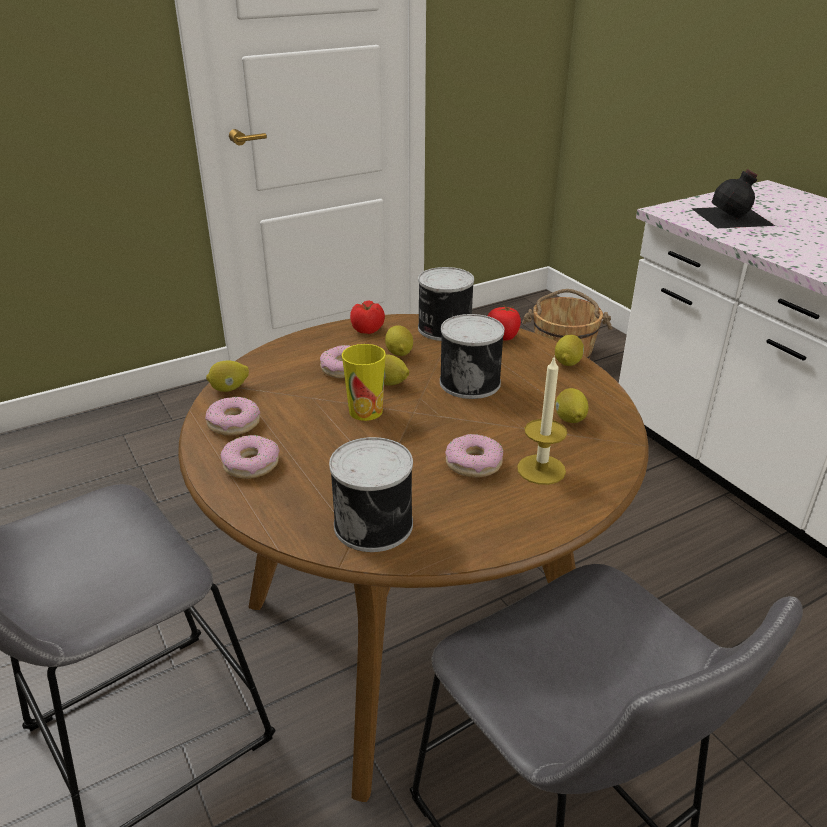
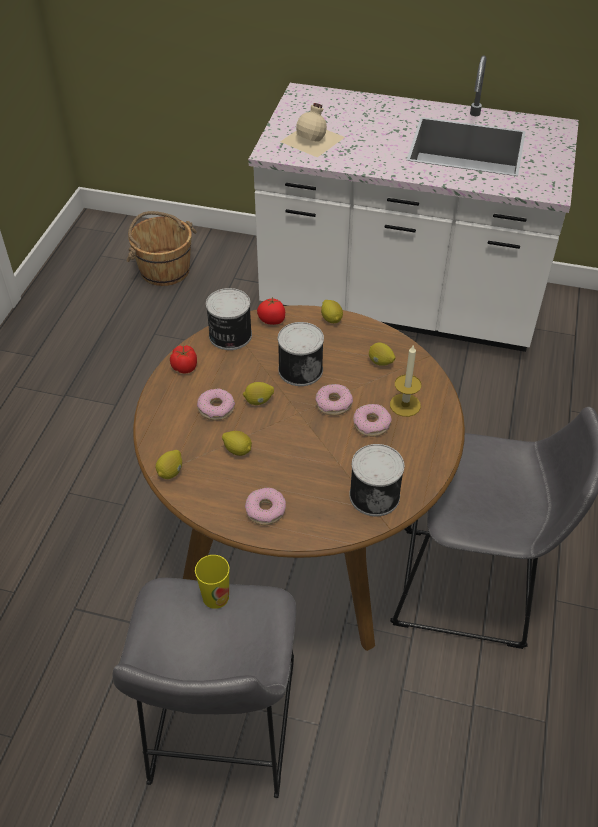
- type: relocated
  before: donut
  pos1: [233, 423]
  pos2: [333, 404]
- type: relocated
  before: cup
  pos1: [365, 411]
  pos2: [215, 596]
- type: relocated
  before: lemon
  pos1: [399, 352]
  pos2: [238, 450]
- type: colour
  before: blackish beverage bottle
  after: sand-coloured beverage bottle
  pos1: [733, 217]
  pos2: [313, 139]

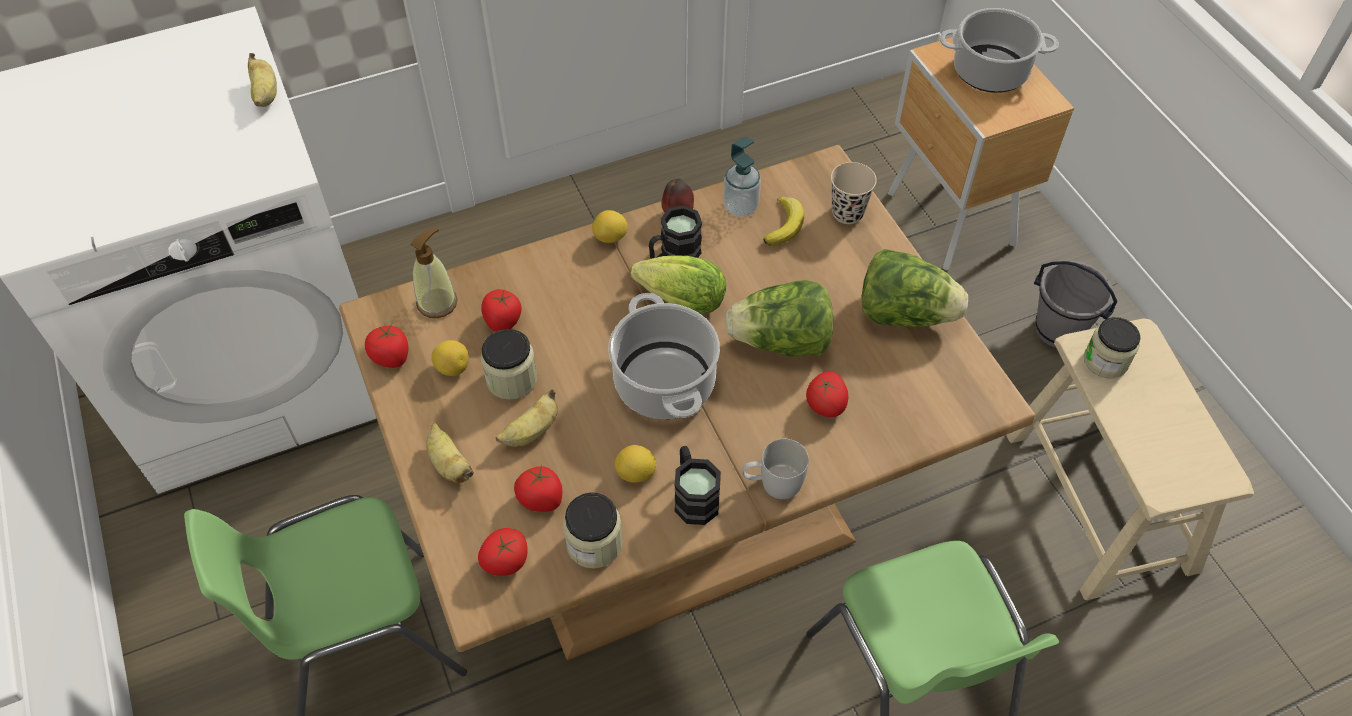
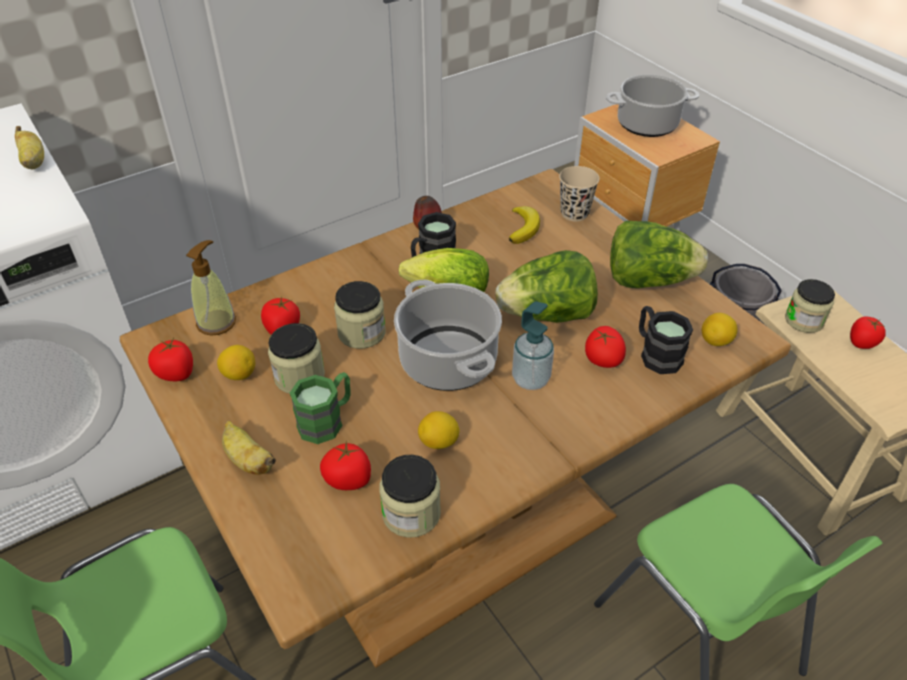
- type: missing
  before: white-coloured coffee mug
  pos1: [772, 483]
- type: appeared
  after: storage jar
  pos2: [361, 333]
- type: relocated
  before: whole tomato
  pos1: [505, 562]
  pos2: [861, 342]
- type: relocated
  before: lemon
  pos1: [610, 237]
  pos2: [716, 341]
- type: relocated
  before: blackish coffee mug
  pos1: [693, 495]
  pos2: [656, 353]
- type: relocated
  before: liquid soap bottle
  pos1: [740, 207]
  pos2: [530, 379]
- type: exchanged
  before: banana
  after: greenish coffee mug
  pos1: [531, 432]
  pos2: [327, 420]

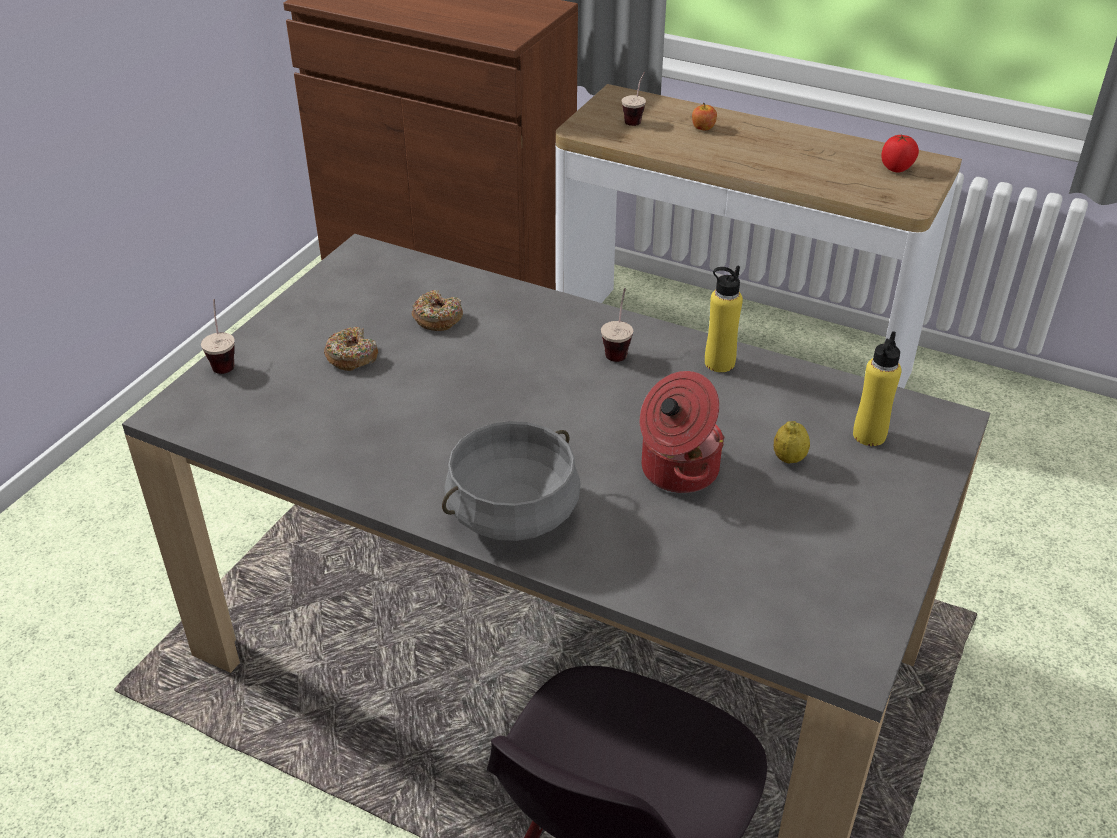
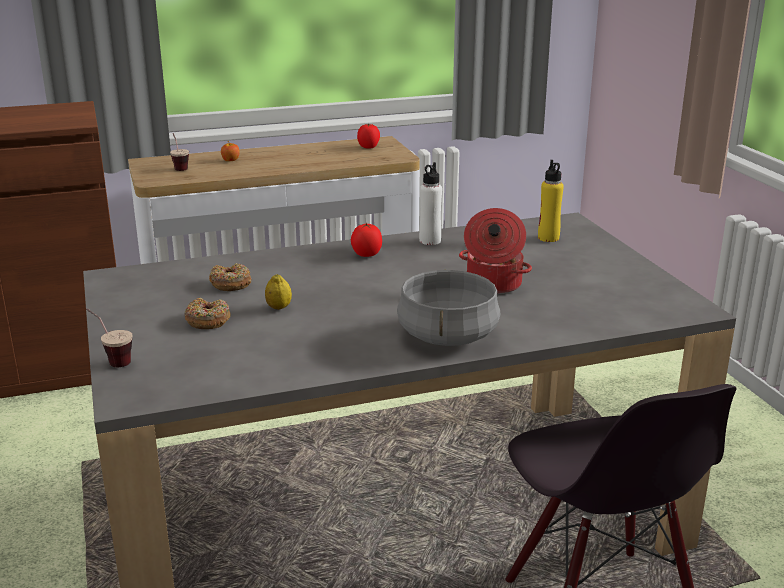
- type: relocated
  before: lemon
  pos1: [789, 458]
  pos2: [279, 308]
- type: exchanged
  before: cup
  after: whole tomato
  pos1: [618, 348]
  pos2: [366, 255]
- type: colour
  before: yellowish beverage bottle
  after: white-coloured beverage bottle
  pos1: [719, 363]
  pos2: [430, 241]

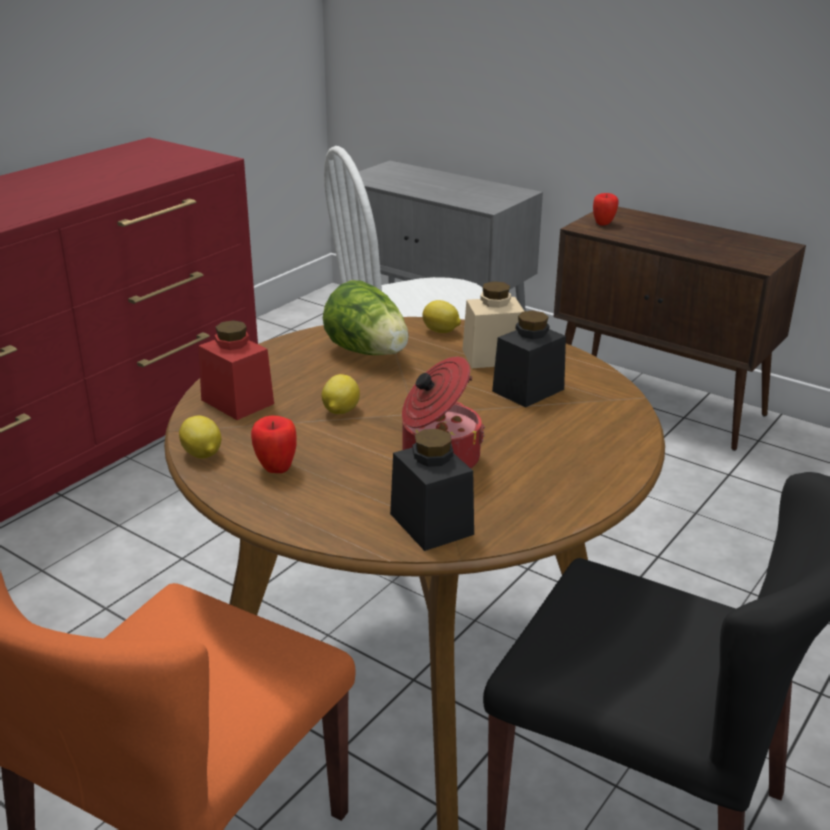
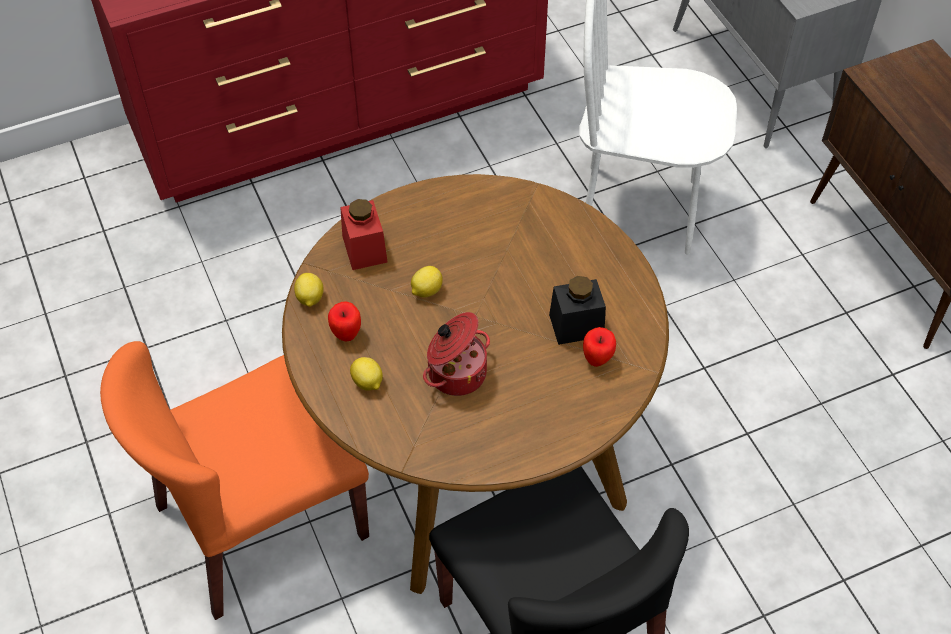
- type: missing
  before: lettuce head
  pos1: [368, 352]
- type: missing
  before: blackish storage jar
  pos1: [431, 524]
- type: missing
  before: sand-coloured storage jar
  pos1: [493, 357]
- type: relocated
  before: lemon
  pos1: [441, 331]
  pos2: [367, 383]
- type: relocated
  before: whole apple
  pos1: [603, 224]
  pos2: [597, 360]

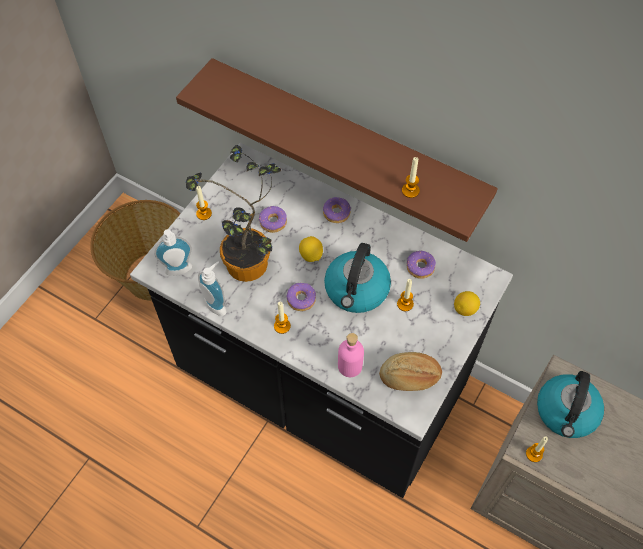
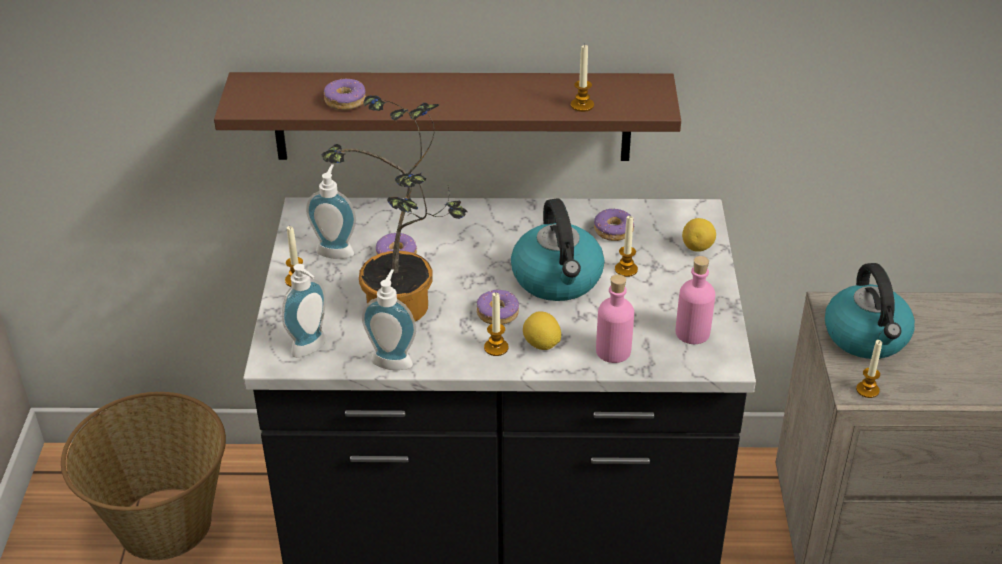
- type: appeared
  after: liquid soap bottle
  pos2: [336, 250]
- type: relocated
  before: lemon
  pos1: [311, 255]
  pos2: [541, 344]
- type: relocated
  before: donut
  pos1: [336, 213]
  pos2: [345, 101]
- type: exchanged
  before: bread
  after: pink beverage bottle
  pos1: [410, 378]
  pos2: [692, 333]

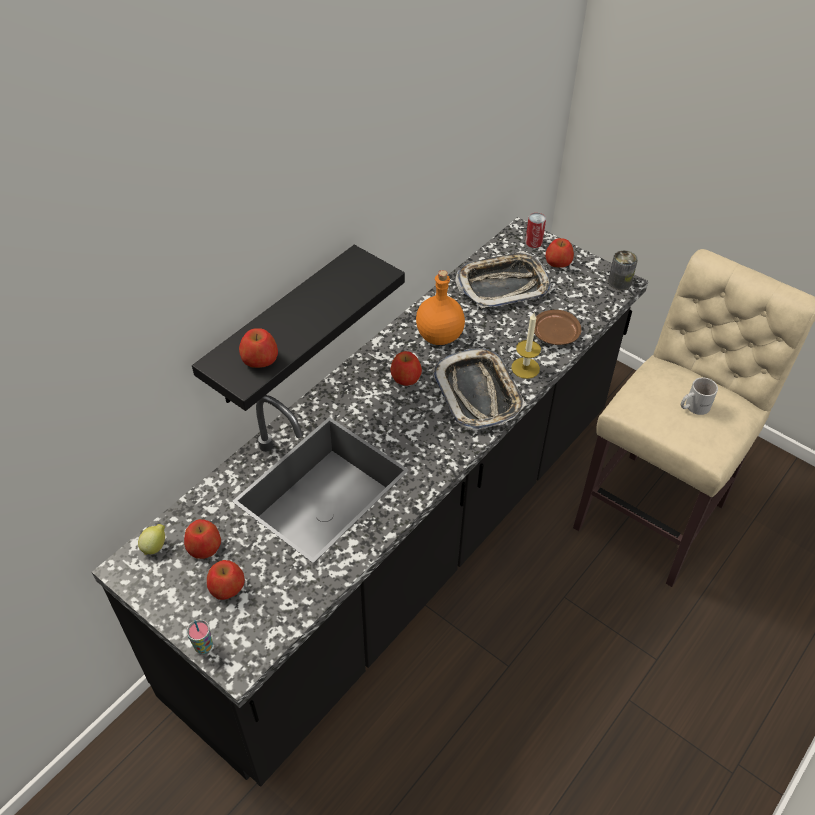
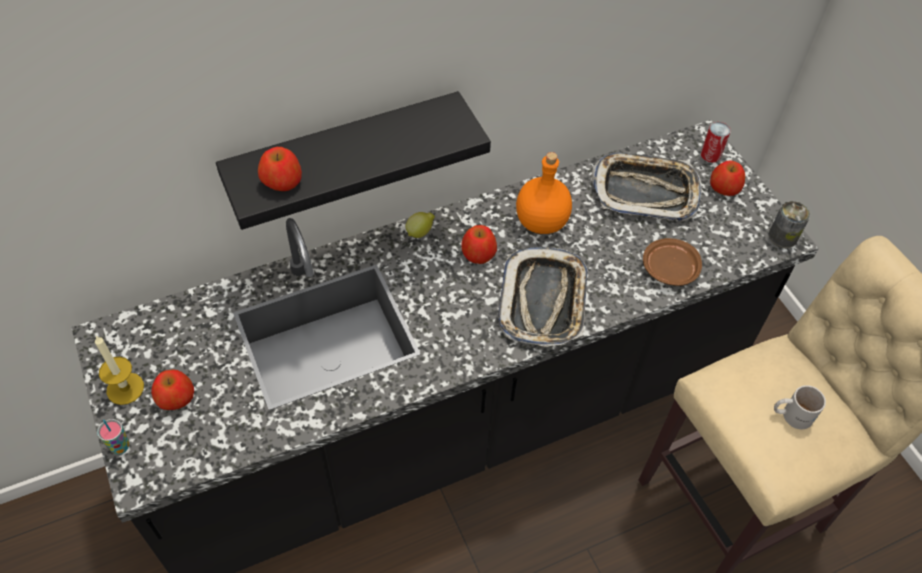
- type: missing
  before: whole apple
  pos1: [204, 547]
- type: relocated
  before: lemon
  pos1: [155, 546]
  pos2: [420, 232]
- type: relocated
  before: candle
  pos1: [525, 368]
  pos2: [125, 388]

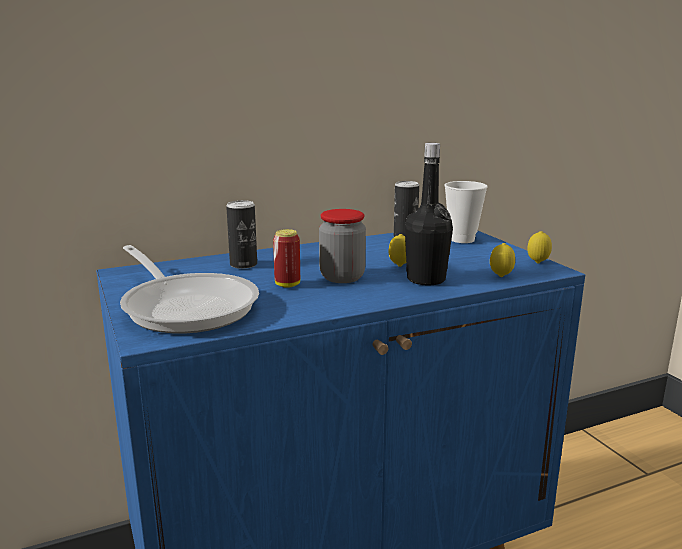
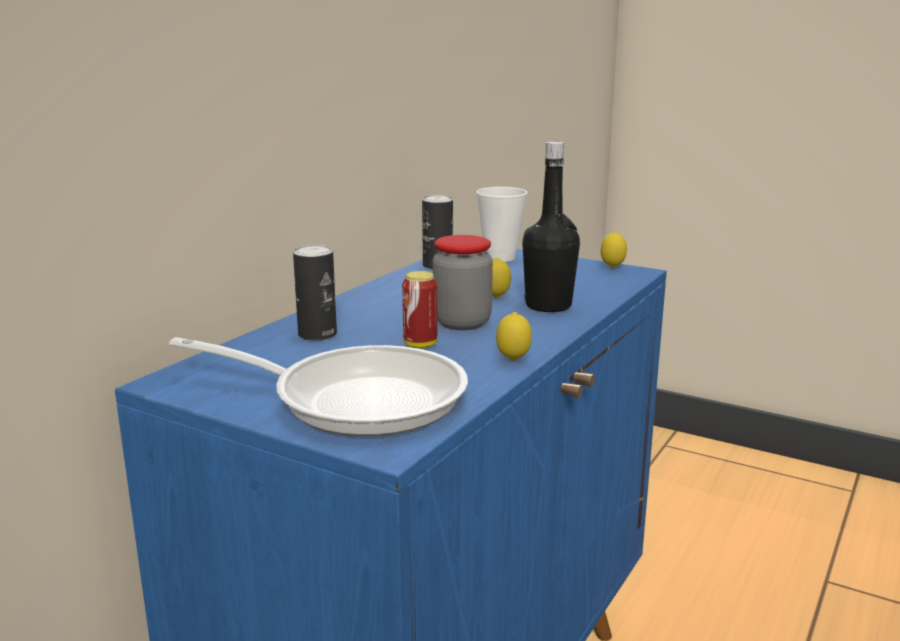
- type: relocated
  before: lemon
  pos1: [501, 277]
  pos2: [513, 360]

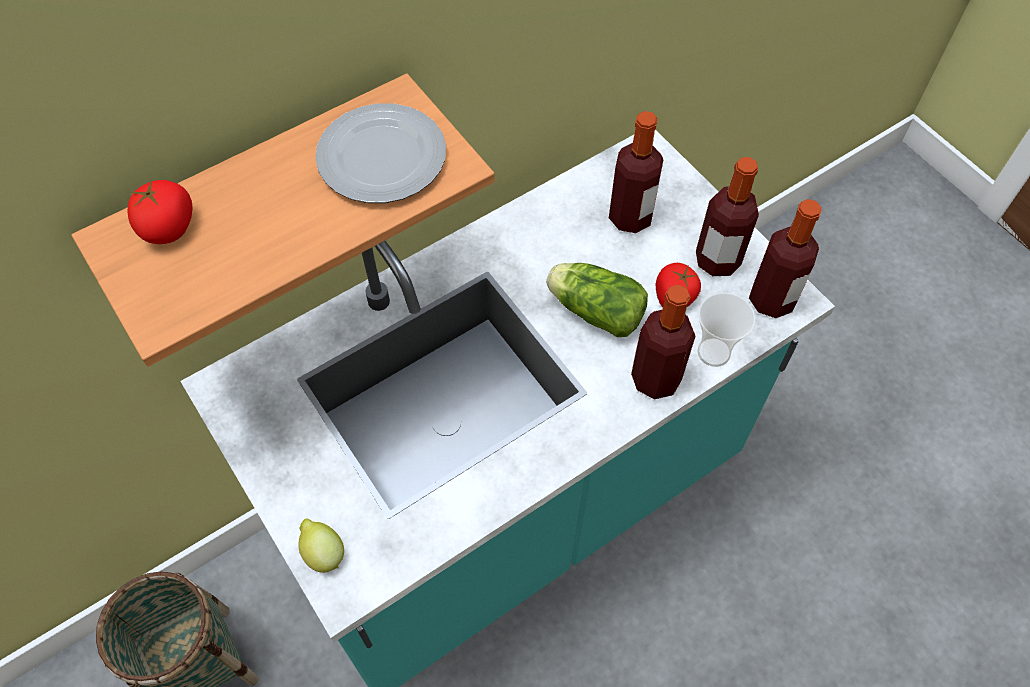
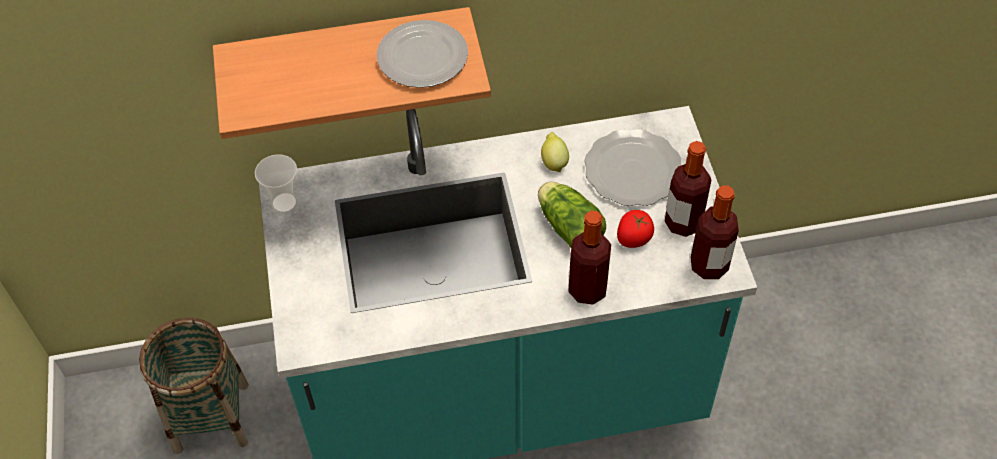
- type: missing
  before: whole tomato
  pos1: [169, 228]
- type: relocated
  before: lemon
  pos1: [323, 553]
  pos2: [554, 162]
- type: relocated
  before: cup
  pos1: [713, 352]
  pos2: [284, 203]
- type: exchanged
  before: beverage bottle
  after: flat dish
  pos1: [630, 217]
  pos2: [633, 169]

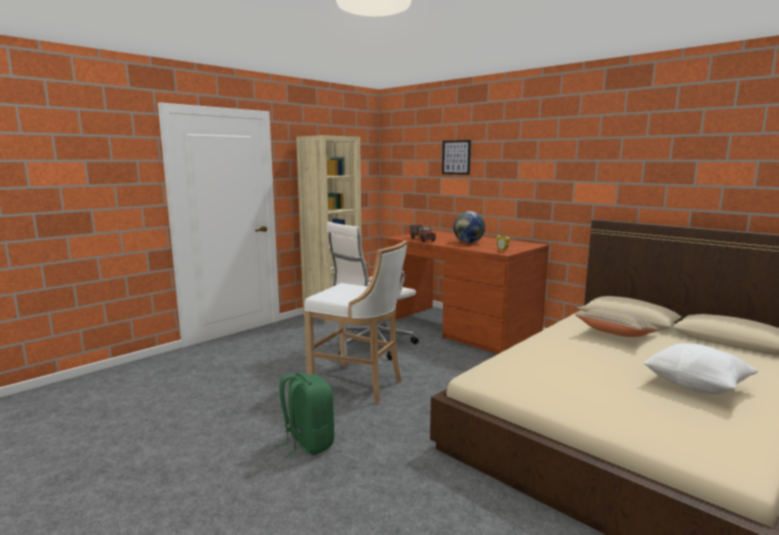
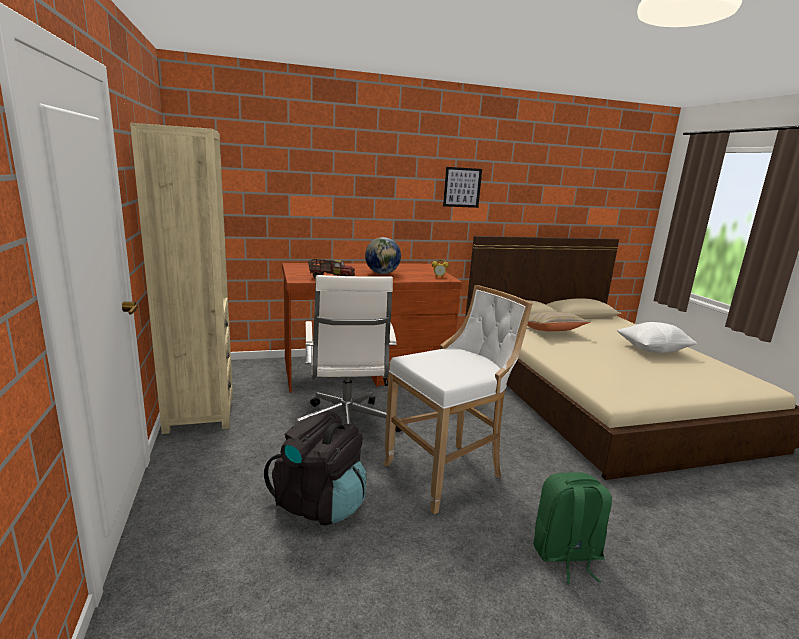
- type: appeared
  after: blackish backpack
  pos2: [319, 503]
- type: relocated
  before: picture
  pos1: [456, 157]
  pos2: [462, 187]

